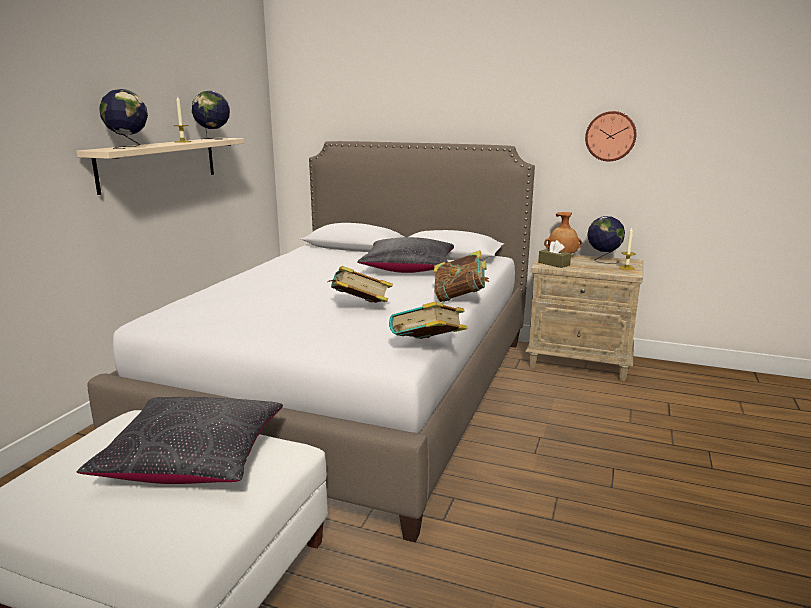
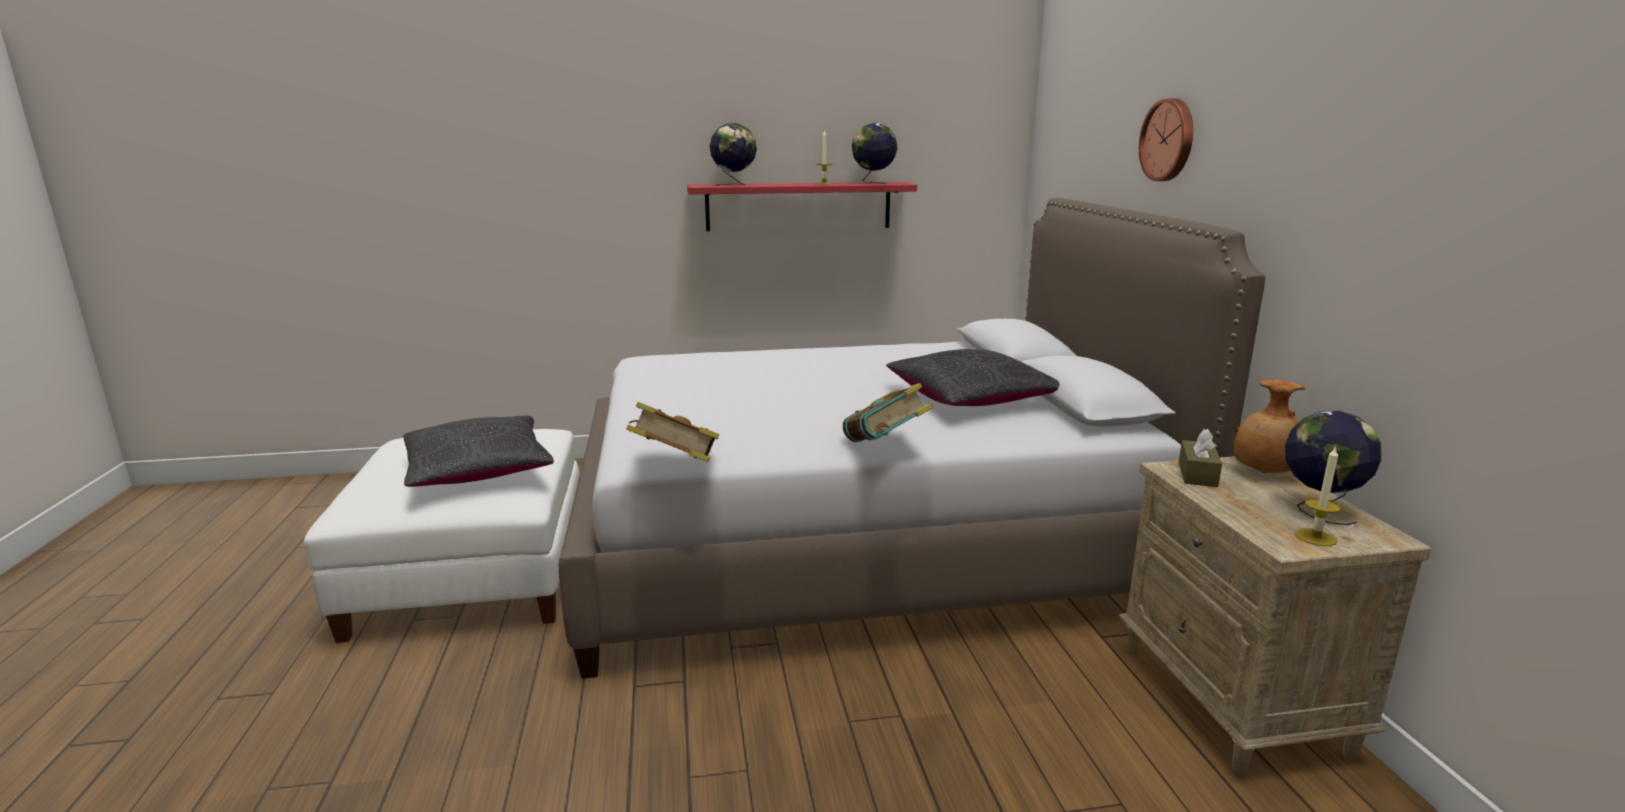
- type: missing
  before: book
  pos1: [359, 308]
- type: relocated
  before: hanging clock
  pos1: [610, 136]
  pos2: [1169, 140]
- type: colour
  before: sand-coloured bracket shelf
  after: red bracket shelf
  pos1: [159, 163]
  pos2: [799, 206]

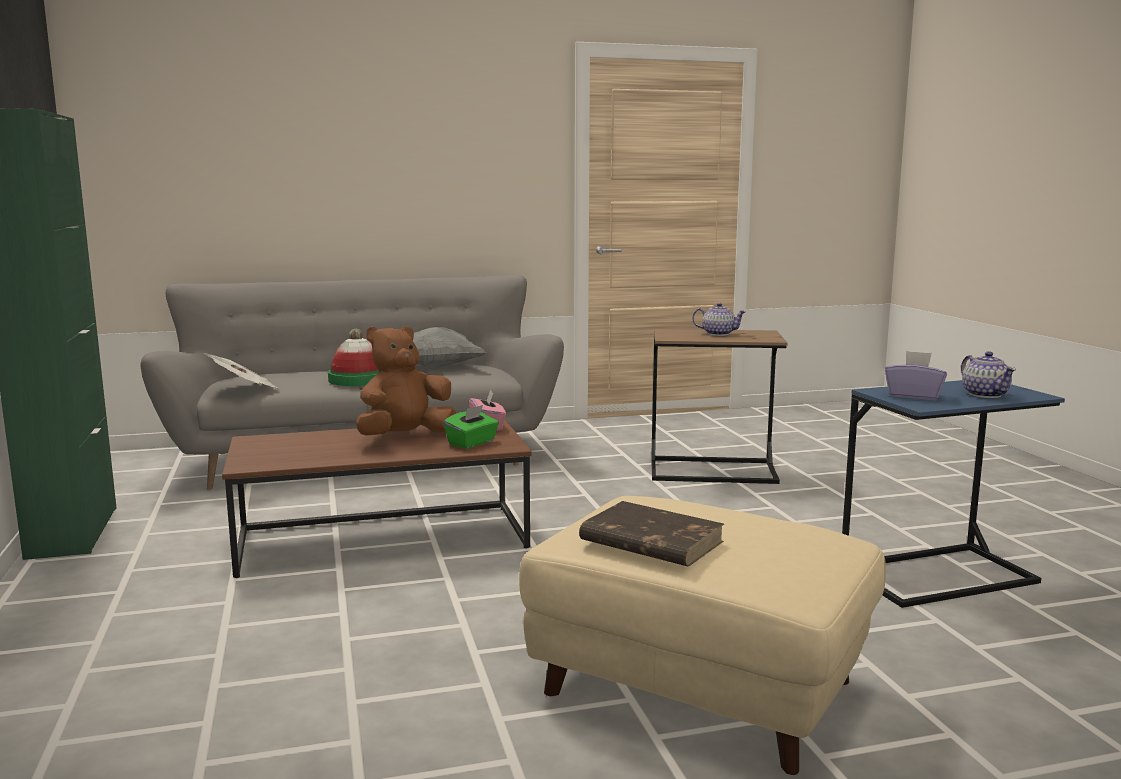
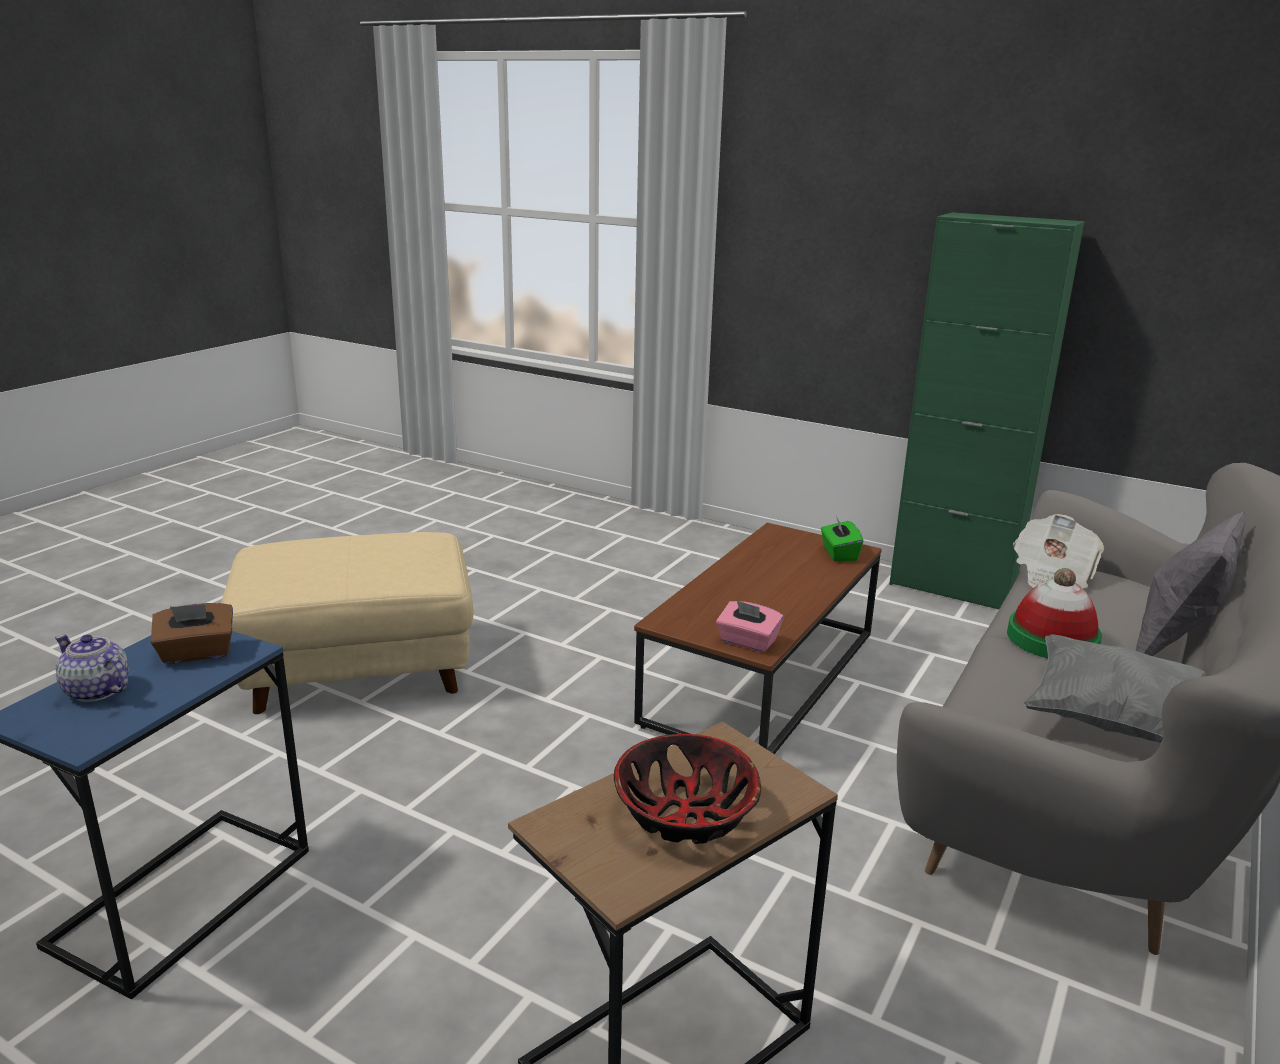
- type: missing
  before: brown cuddly toy
  pos1: [405, 437]
- type: missing
  before: brown book
  pos1: [650, 541]
- type: appeared
  after: gray pillow
  pos2: [1175, 644]
- type: relocated
  before: greenish tissue holder
  pos1: [472, 443]
  pos2: [839, 554]
- type: exchanged
  before: teapot
  after: bowl
  pos1: [718, 333]
  pos2: [686, 815]
- type: colour
  before: purple-coloured tissue holder
  after: brown tissue holder
  pos1: [914, 395]
  pos2: [197, 653]

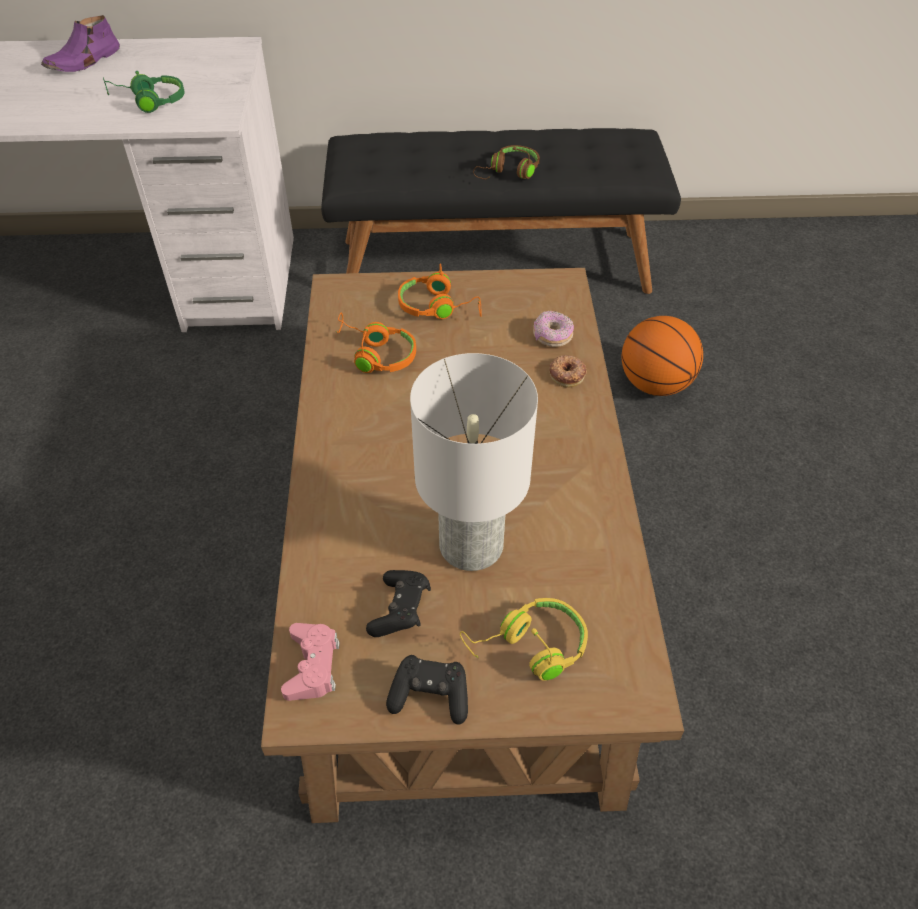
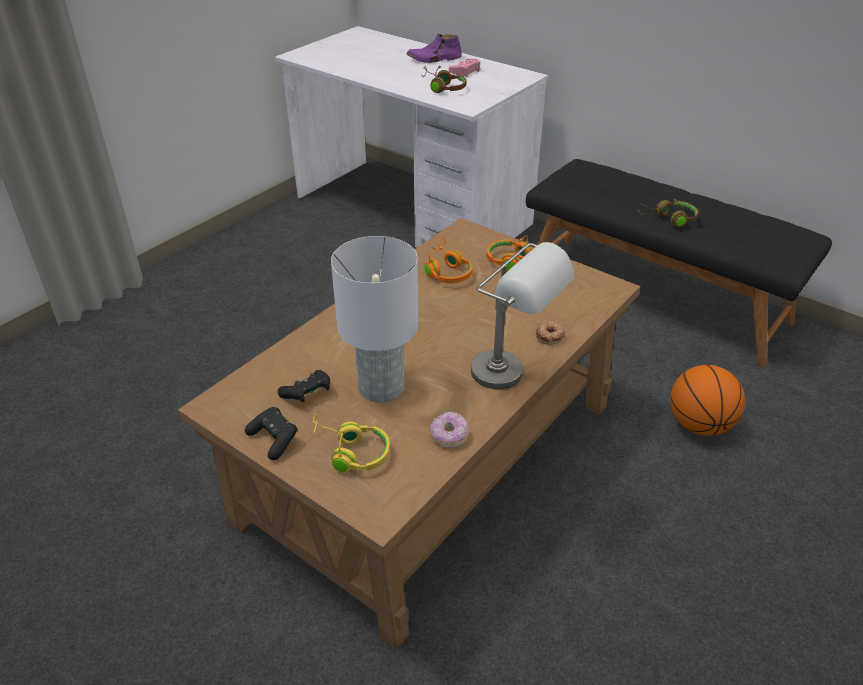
- type: appeared
  after: gray lamp for a table
  pos2: [513, 378]
- type: relocated
  before: pink game controller
  pos1: [312, 666]
  pos2: [465, 71]
- type: relocated
  before: donut
  pos1: [552, 336]
  pos2: [448, 436]
- type: colour
  before: greenish headset
  after: brown headset
  pos1: [148, 101]
  pos2: [442, 87]

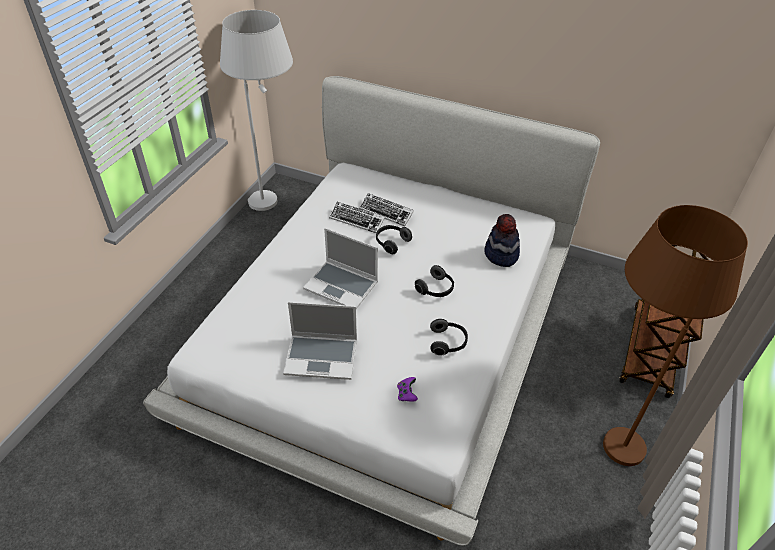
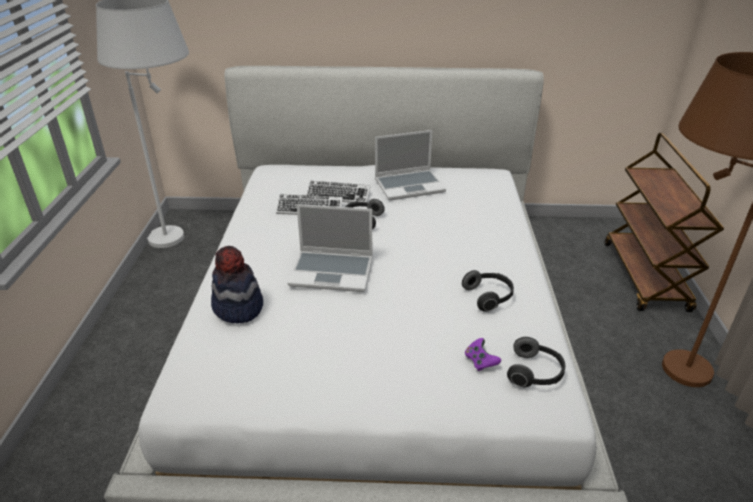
- type: relocated
  before: notebook computer
  pos1: [322, 357]
  pos2: [410, 185]
- type: relocated
  before: headset
  pos1: [436, 289]
  pos2: [535, 373]
- type: relocated
  before: clothing hat
  pos1: [501, 255]
  pos2: [238, 307]

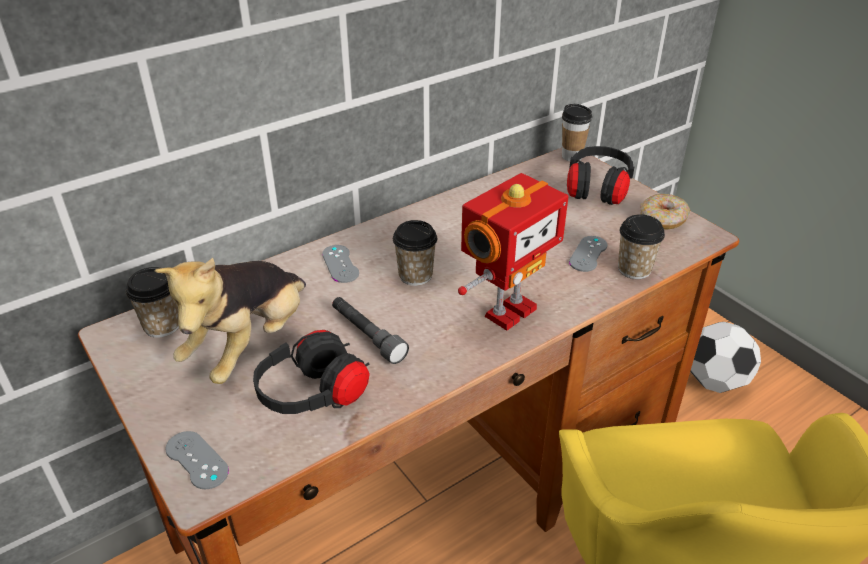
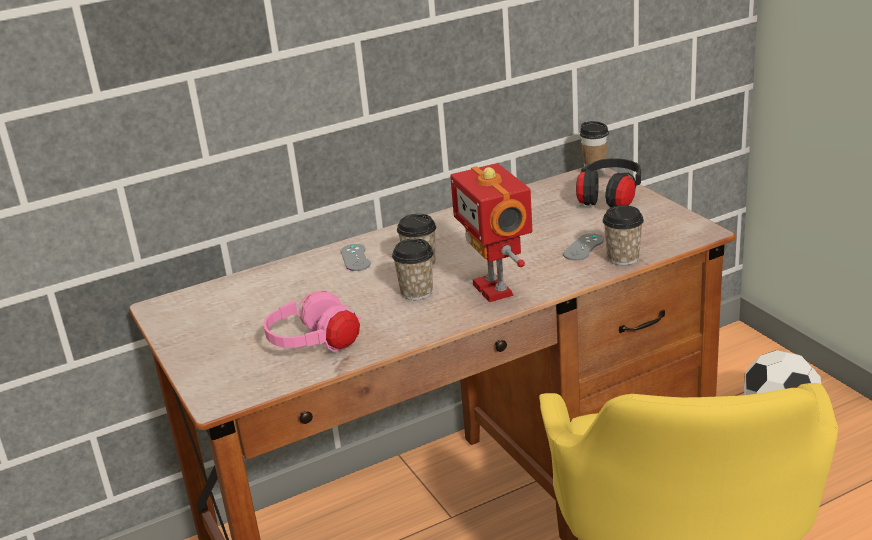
- type: missing
  before: cuddly toy
  pos1: [249, 345]
- type: missing
  before: gray game controller
  pos1: [196, 460]
- type: missing
  before: gray torch
  pos1: [367, 336]
- type: missing
  before: donut
  pos1: [663, 219]
- type: relocated
  before: cup
  pos1: [162, 325]
  pos2: [416, 292]
- type: colour
  before: blackish headset
  after: pink headset
  pos1: [314, 396]
  pos2: [315, 345]
- type: spun
  before: robot figure
  pos1: [508, 311]
  pos2: [495, 289]
  turn: 105

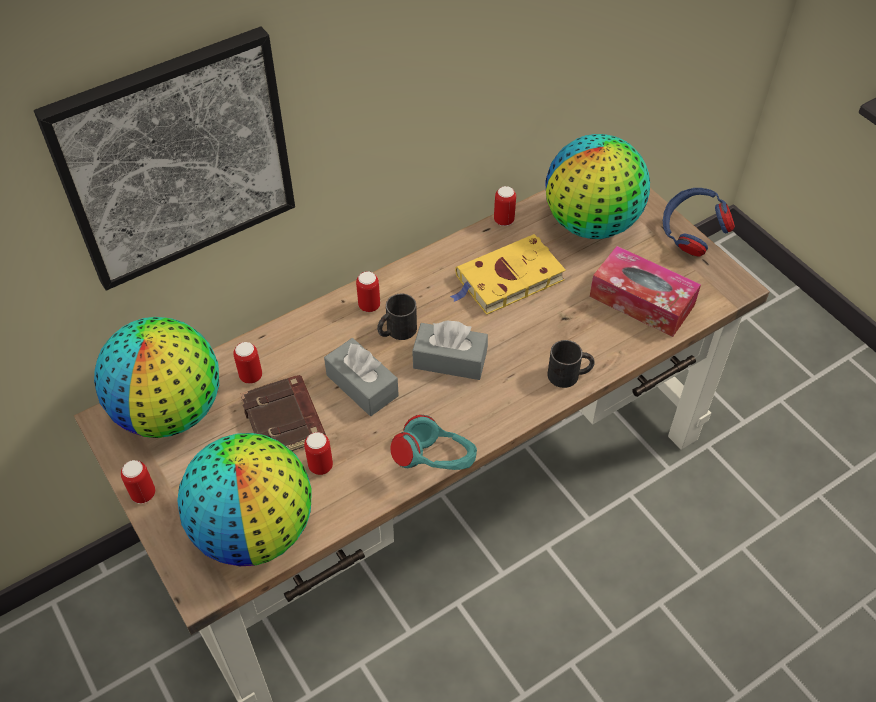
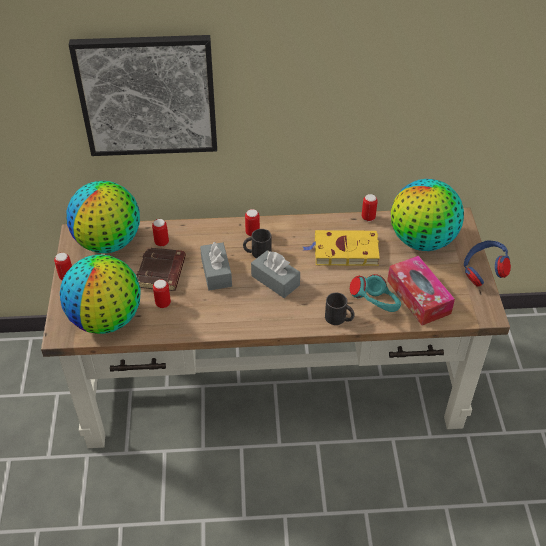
- type: relocated
  before: turquoise-coloured headset
  pos1: [436, 463]
  pos2: [376, 306]

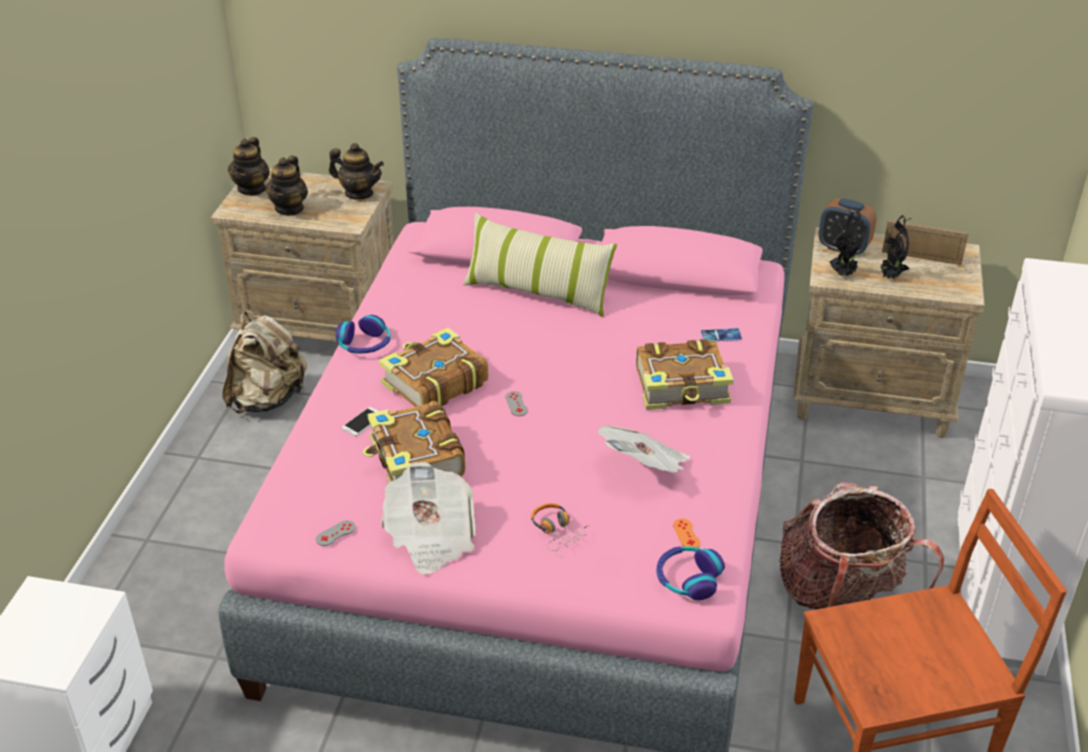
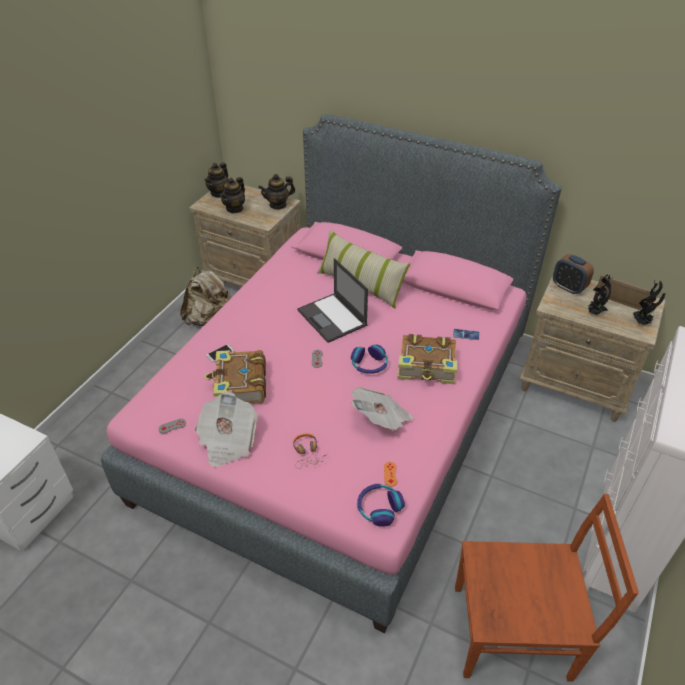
- type: missing
  before: book
  pos1: [433, 383]
- type: missing
  before: backpack
  pos1: [841, 597]
- type: appeared
  after: notebook computer
  pos2: [332, 318]
- type: relocated
  before: headset
  pos1: [364, 344]
  pos2: [369, 364]
- type: relocated
  before: houseplant
  pos1: [844, 274]
  pos2: [642, 323]
- type: spun
  before: teapot
  pos1: [359, 193]
  pos2: [278, 205]
  turn: 120

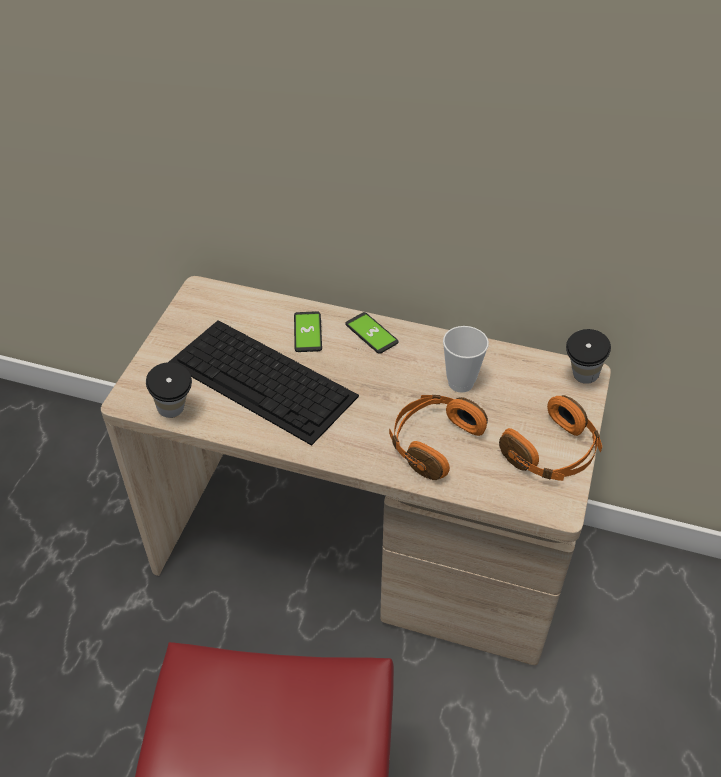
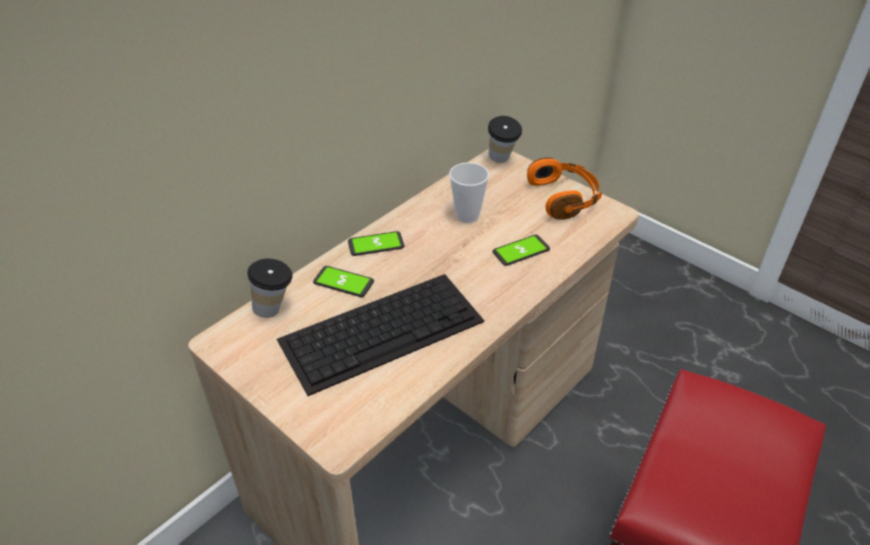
- type: relocated
  before: cup
  pos1: [175, 414]
  pos2: [275, 309]
- type: exchanged
  before: orangey headset
  after: handset
  pos1: [433, 442]
  pos2: [521, 251]

